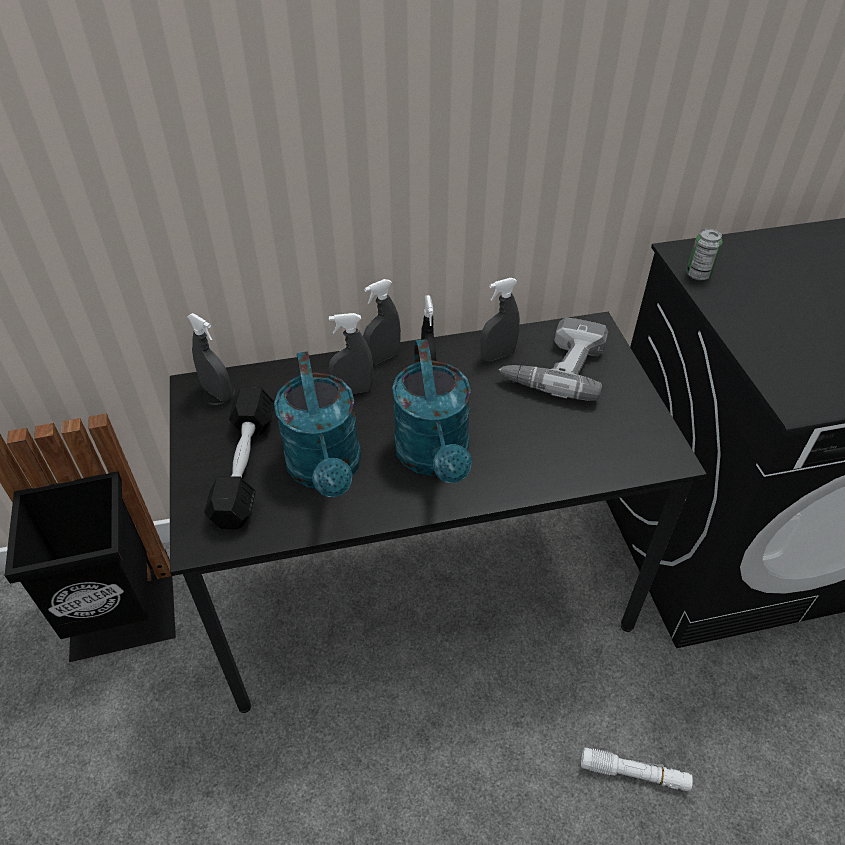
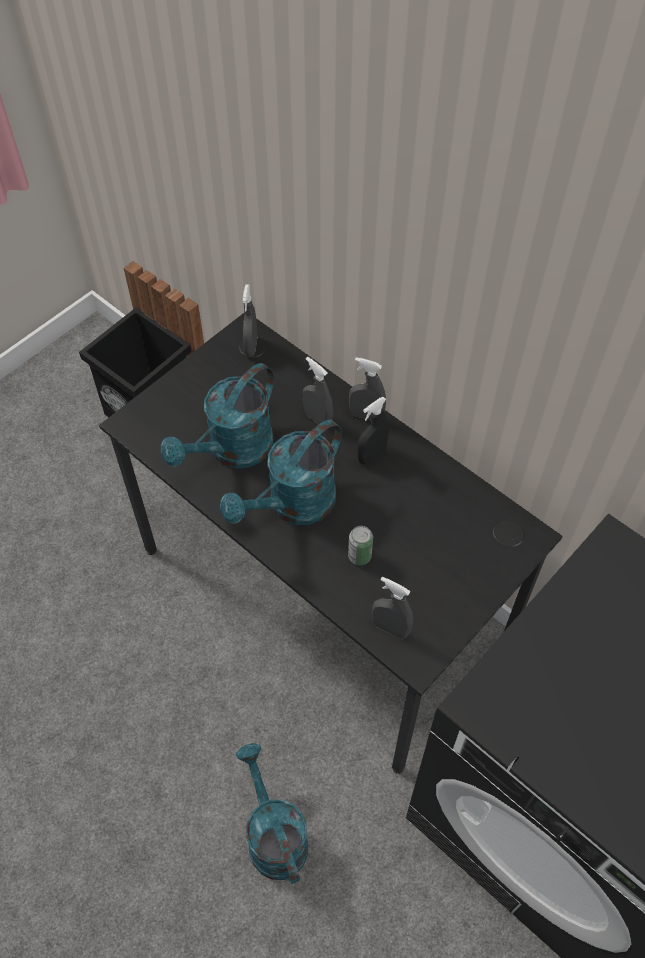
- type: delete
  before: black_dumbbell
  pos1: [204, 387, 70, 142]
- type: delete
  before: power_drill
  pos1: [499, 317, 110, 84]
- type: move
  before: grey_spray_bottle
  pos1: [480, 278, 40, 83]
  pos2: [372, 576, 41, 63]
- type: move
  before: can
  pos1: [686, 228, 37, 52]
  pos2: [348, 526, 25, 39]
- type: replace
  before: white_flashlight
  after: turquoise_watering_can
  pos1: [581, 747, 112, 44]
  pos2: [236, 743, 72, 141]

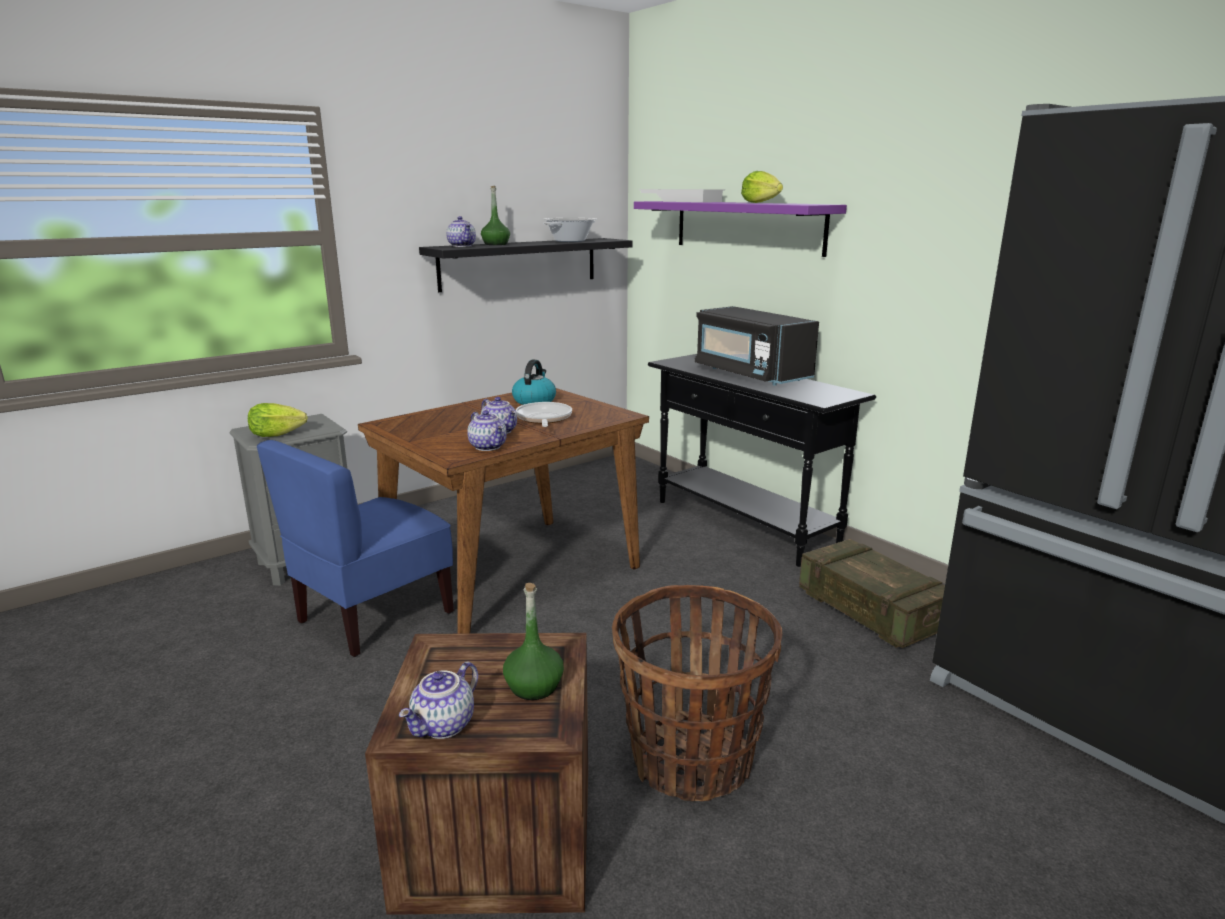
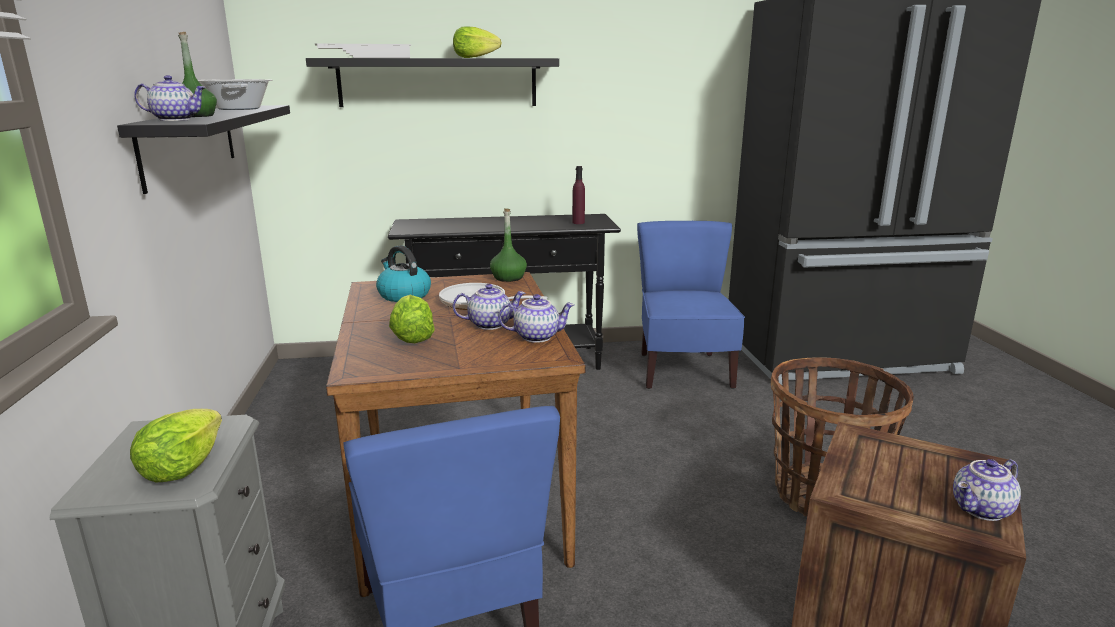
- type: delete
  before: black_microwave
  pos1: [695, 306, 124, 80]
- type: insert
  after: lettuce
  pos2: [389, 295, 46, 48]
- type: insert
  after: purple_bottle
  pos2: [572, 166, 13, 58]
- type: move
  before: green_bottle
  pos1: [503, 583, 61, 117]
  pos2: [490, 208, 37, 74]
- type: replace
  before: crate
  after: blue_chair
  pos1: [799, 539, 146, 109]
  pos2: [637, 221, 108, 168]
- type: recolor
  before: purple_shelf
  after: black_shelf
  pos1: [634, 201, 213, 56]
  pos2: [306, 58, 253, 49]
- type: rotate
  before: teapot
  pos1: [399, 661, 79, 78]
  pos2: [953, 459, 68, 62]
  turn: 90

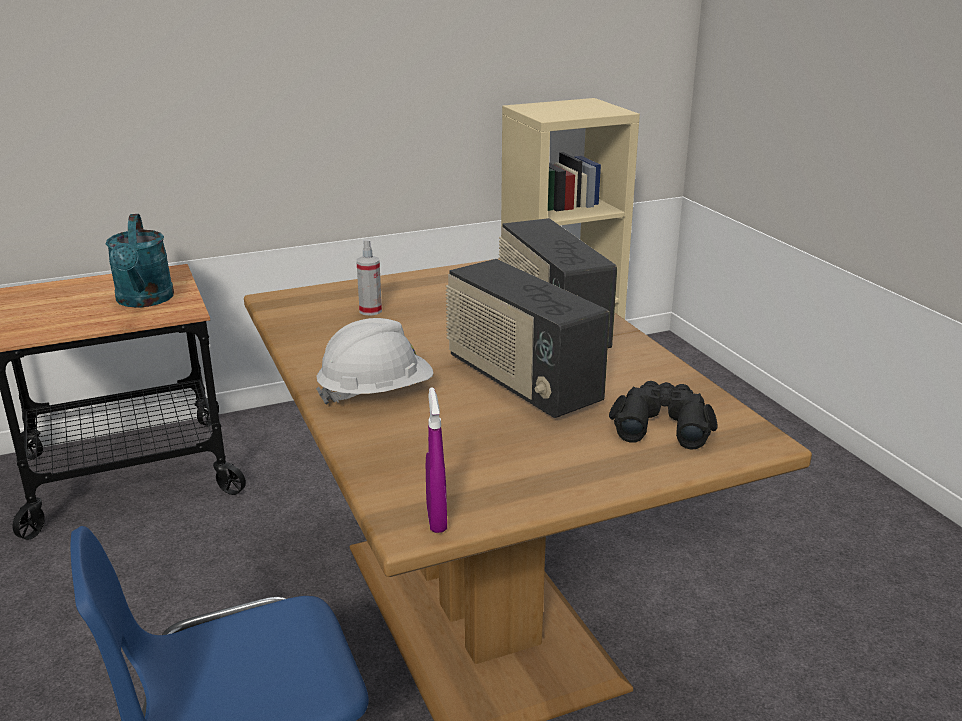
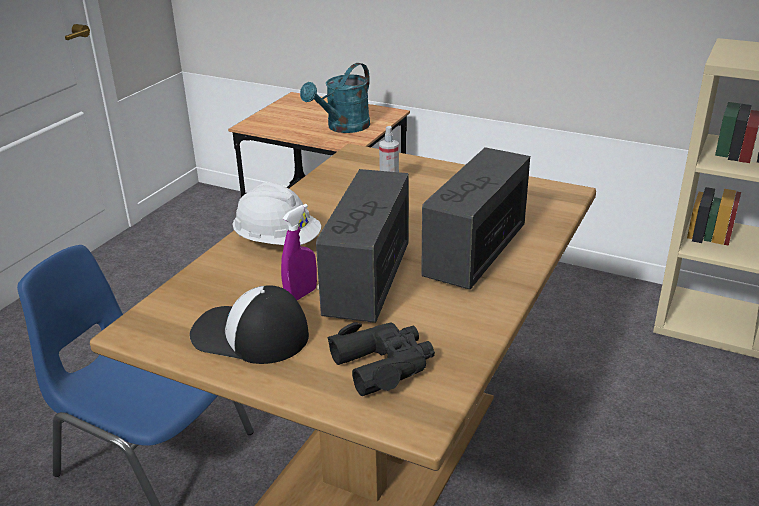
- type: insert
  after: cap
  pos2: [190, 285, 119, 79]
- type: move
  before: purple_spray_bottle
  pos1: [426, 387, 21, 146]
  pos2: [281, 204, 36, 96]

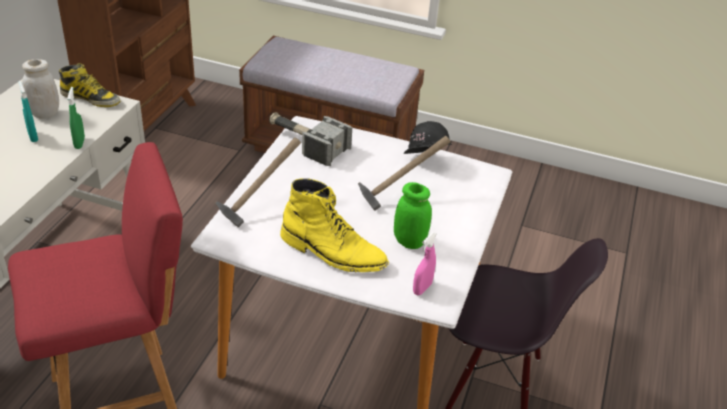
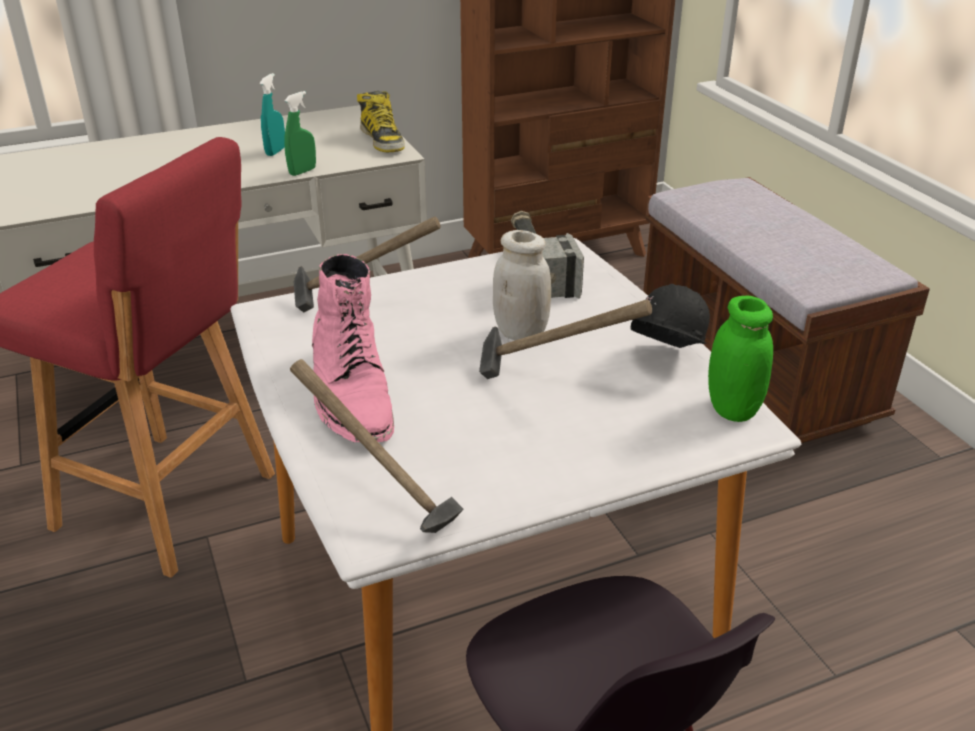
- type: move
  before: white_jar
  pos1: [22, 59, 37, 60]
  pos2: [493, 230, 58, 110]
- type: move
  before: green_jar
  pos1: [394, 182, 38, 67]
  pos2: [708, 296, 65, 126]
- type: replace
  before: pink_spray_bottle
  after: hammer
  pos1: [413, 232, 23, 63]
  pos2: [290, 359, 174, 174]
- type: recolor
  before: yellow_boot
  after: pink_boot
  pos1: [280, 179, 109, 93]
  pos2: [312, 254, 82, 189]

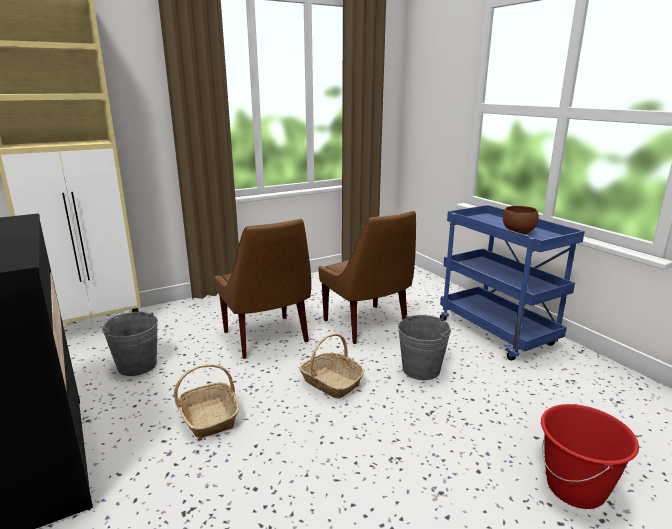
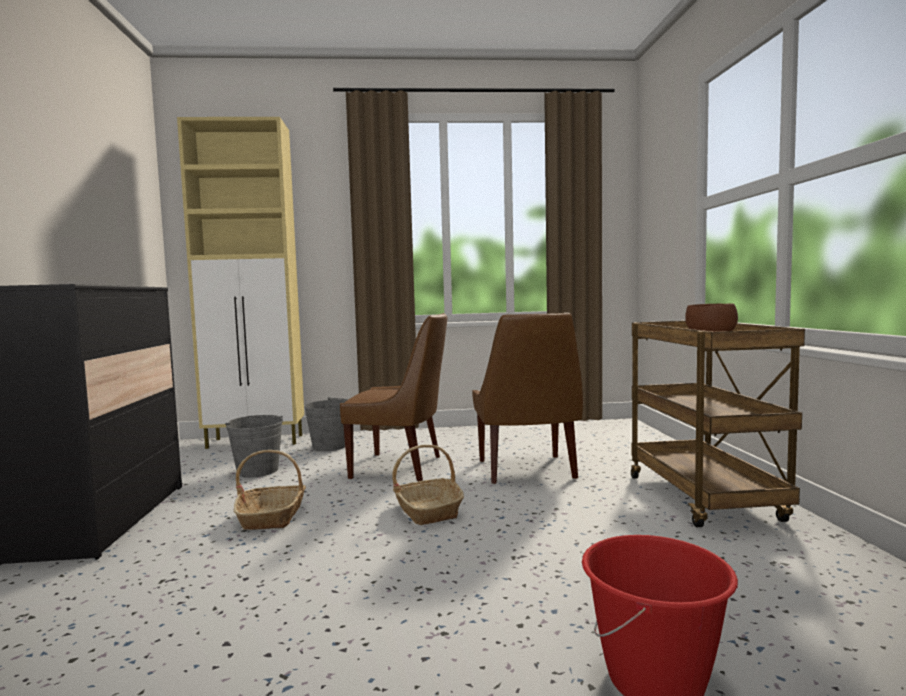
- type: move
  before: grey_bucket
  pos1: [398, 315, 53, 65]
  pos2: [304, 397, 44, 54]
- type: recolor
  before: blue_cart
  after: brown_cart
  pos1: [440, 205, 145, 156]
  pos2: [631, 321, 174, 206]
- type: rotate
  before: brown_chair
  pos1: [214, 219, 97, 140]
  pos2: [340, 313, 108, 168]
  turn: -75

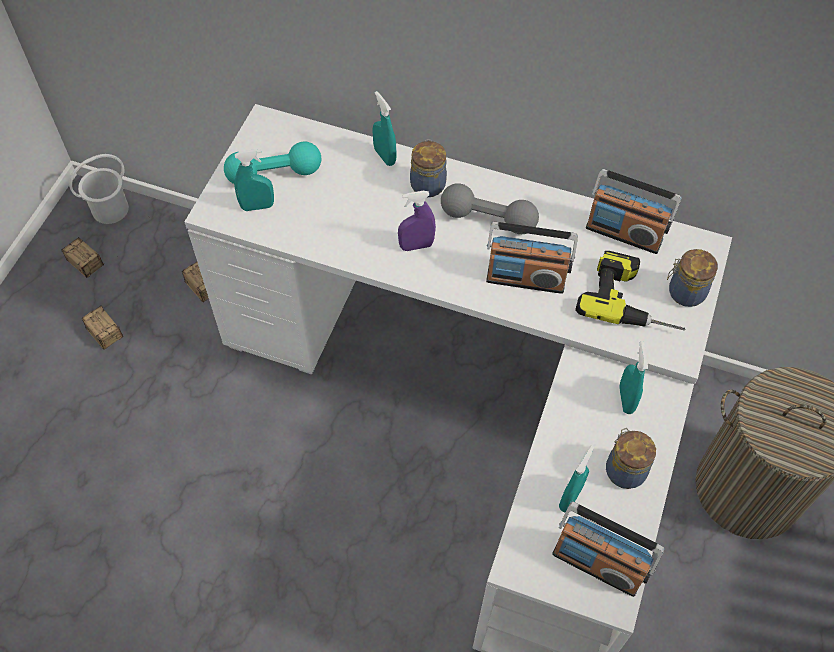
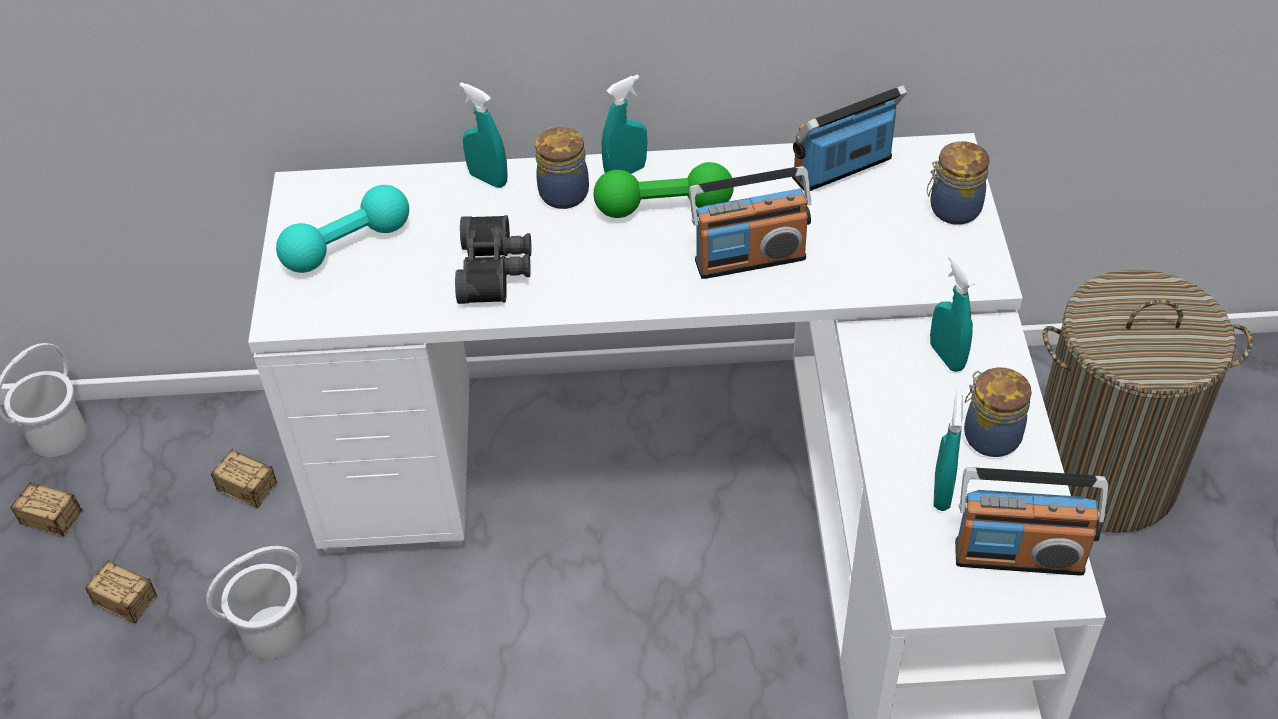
- type: delete
  before: purple_spray_bottle
  pos1: [398, 191, 38, 60]
- type: delete
  before: power_drill
  pos1: [575, 251, 110, 80]
- type: insert
  after: white_bucket
  pos2: [206, 546, 99, 113]
- type: insert
  after: black_binoculars
  pos2: [455, 215, 76, 89]
- type: move
  before: turquoise_spray_bottle
  pos1: [234, 149, 40, 62]
  pos2: [602, 74, 45, 100]
- type: recolor
  before: grey_dumbbell
  after: green_dumbbell
  pos1: [441, 183, 98, 51]
  pos2: [593, 162, 141, 56]
- type: rotate
  before: radio
  pos1: [586, 169, 95, 85]
  pos2: [792, 85, 115, 106]
  turn: 150

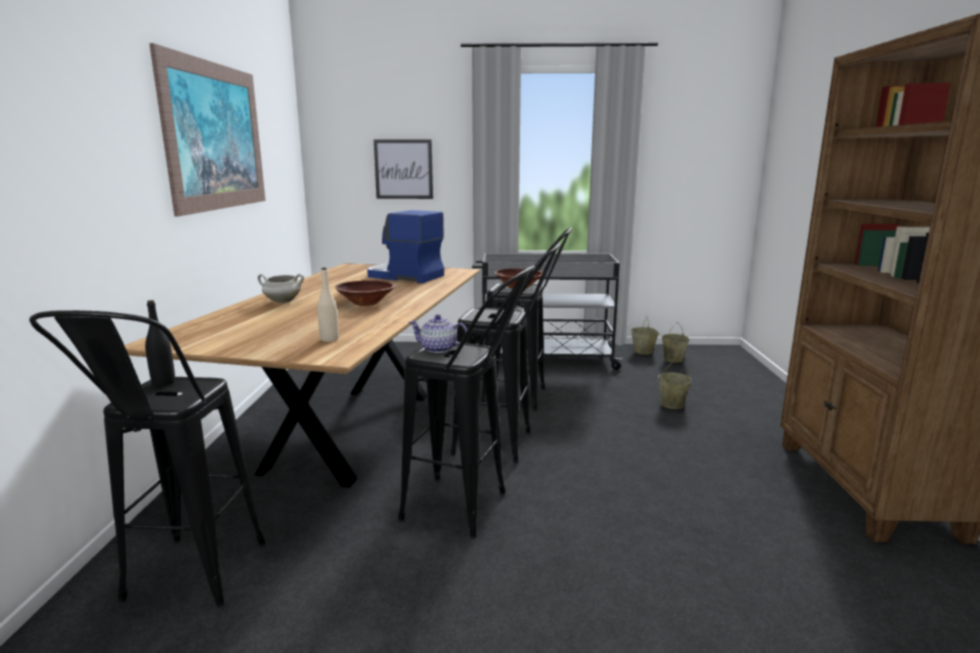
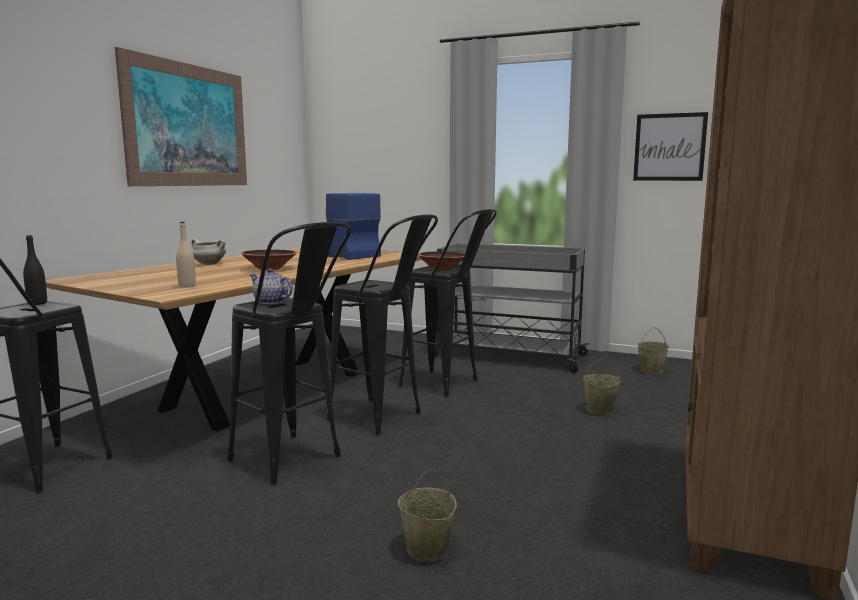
- type: move
  before: picture
  pos1: [374, 139, 59, 60]
  pos2: [633, 112, 75, 69]
- type: move
  before: beige_bucket
  pos1: [631, 318, 28, 37]
  pos2: [398, 469, 59, 93]

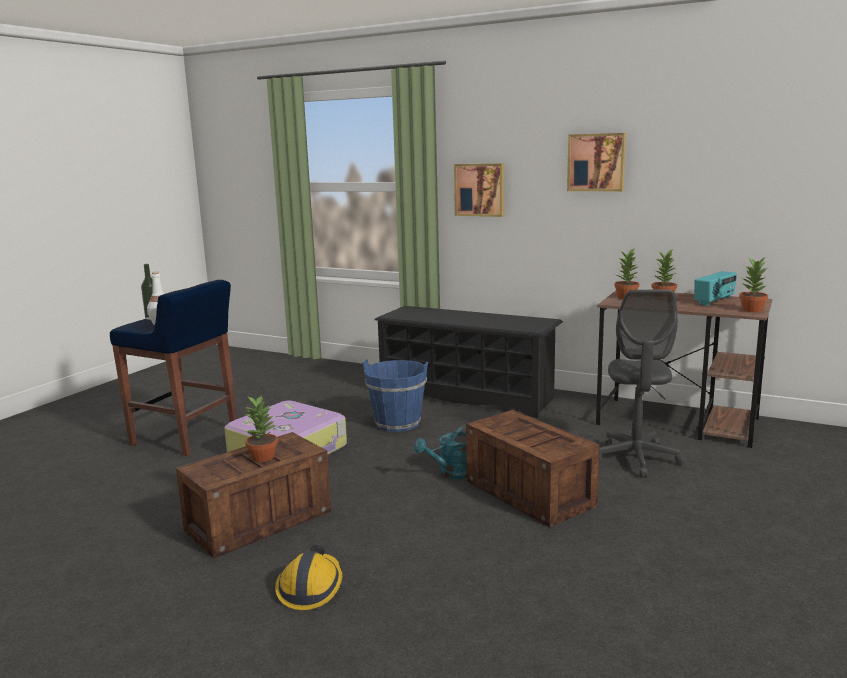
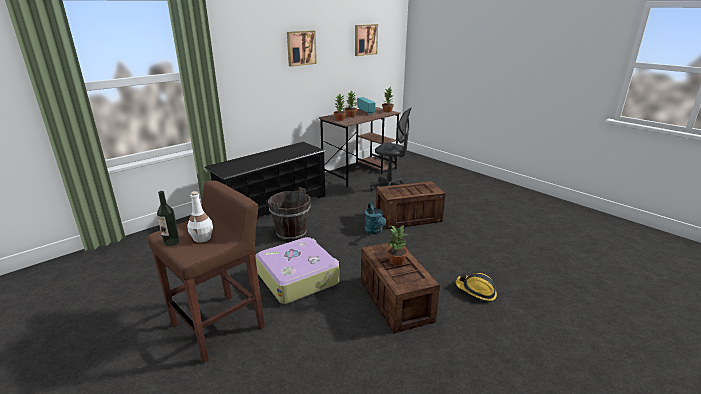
- type: move
  before: picture
  pos1: [454, 163, 50, 54]
  pos2: [355, 24, 23, 32]
- type: recolor
  before: blue_stool
  after: brown_stool
  pos1: [110, 280, 127, 176]
  pos2: [148, 181, 117, 182]
- type: recolor
  before: blue_bucket
  after: brown_bucket
  pos1: [363, 359, 65, 73]
  pos2: [268, 187, 43, 54]

